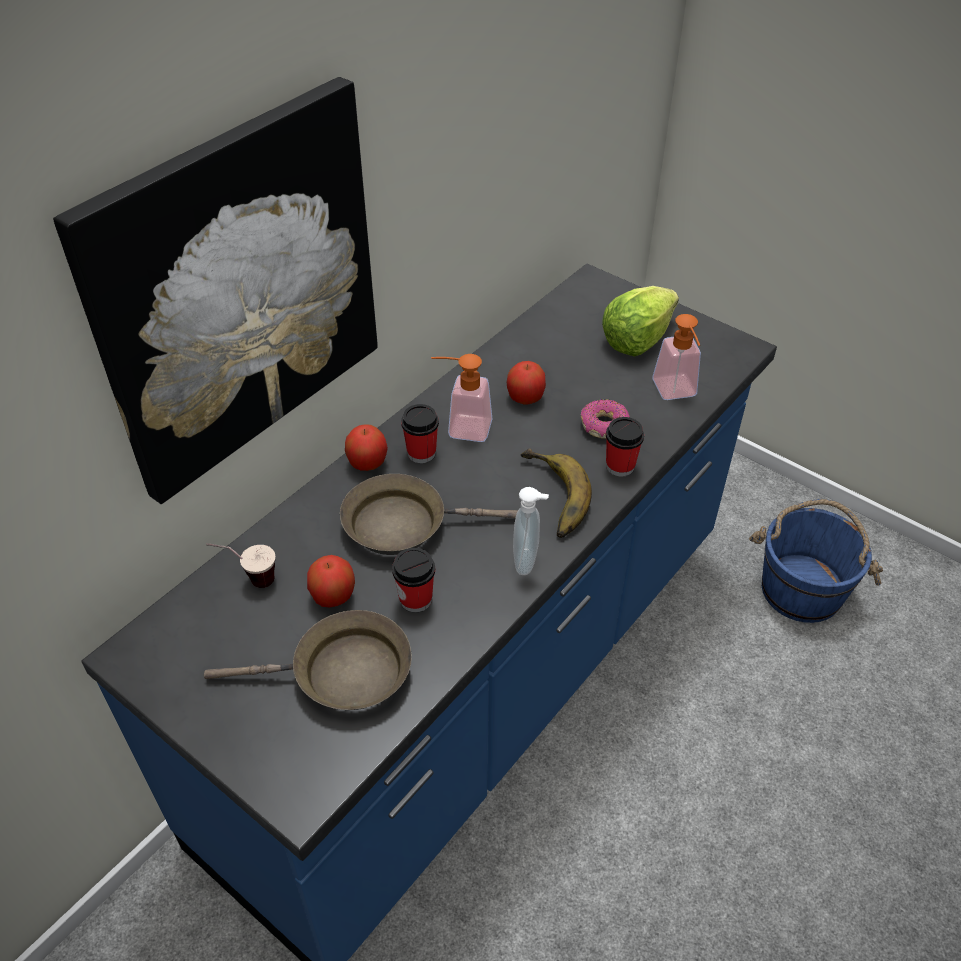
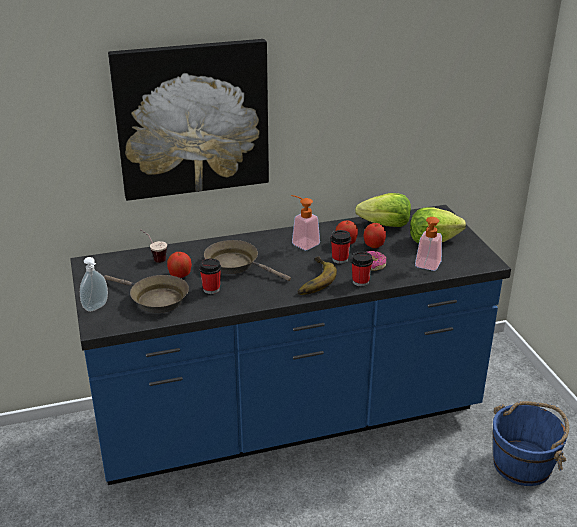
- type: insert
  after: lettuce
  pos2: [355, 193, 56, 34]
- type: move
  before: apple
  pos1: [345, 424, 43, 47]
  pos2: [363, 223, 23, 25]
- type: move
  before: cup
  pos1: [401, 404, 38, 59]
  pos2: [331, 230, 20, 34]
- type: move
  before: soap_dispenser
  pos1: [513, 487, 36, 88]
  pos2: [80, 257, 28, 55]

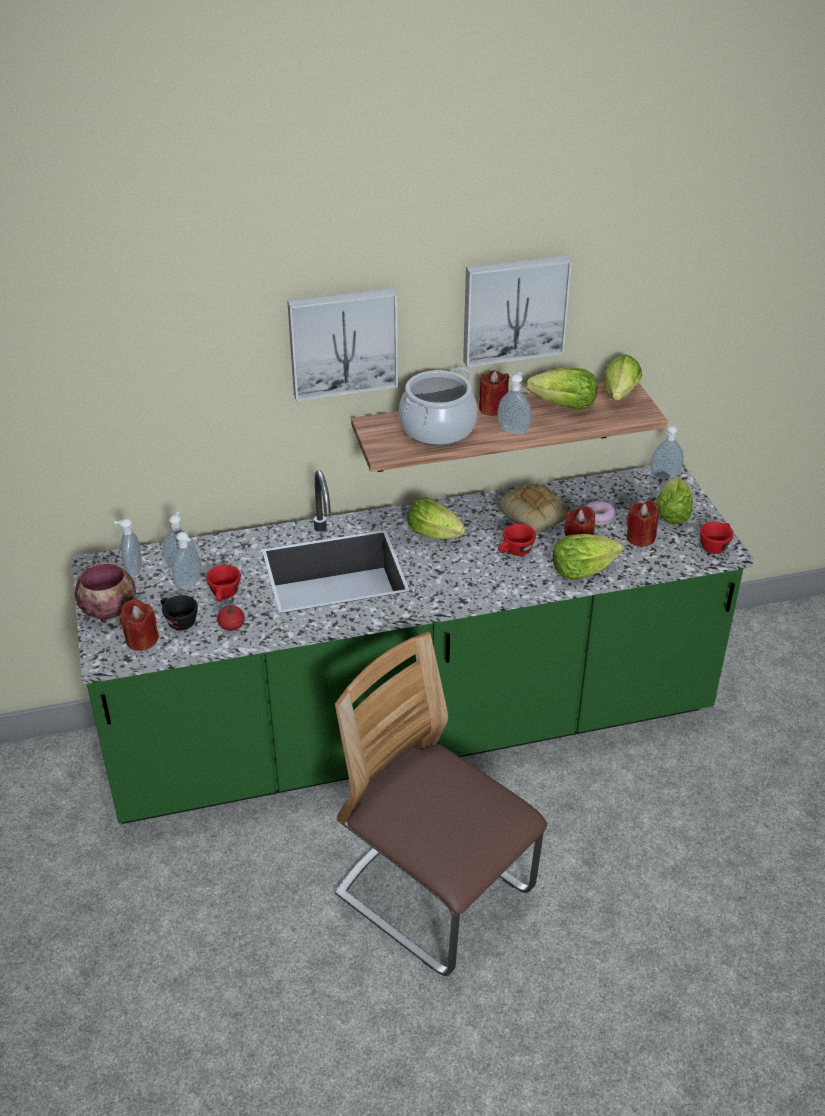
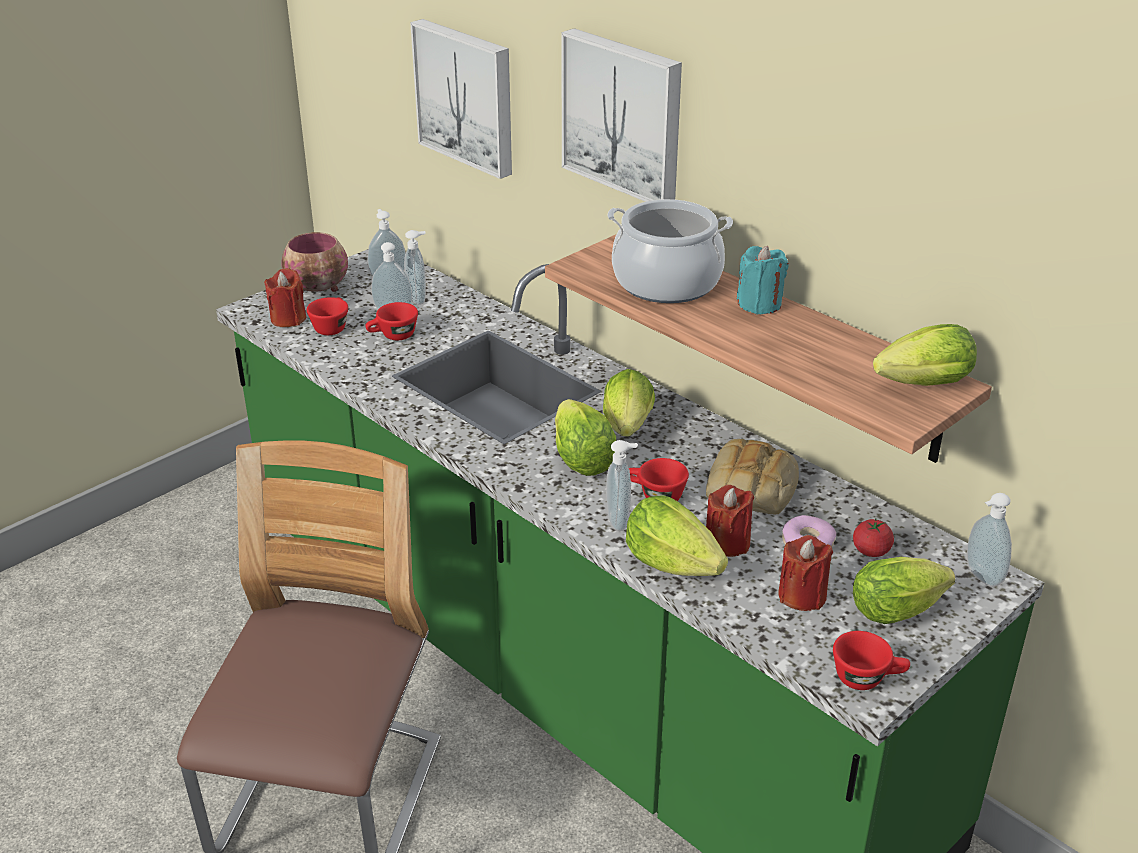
- type: move
  before: tomato
  pos1: [217, 605, 28, 26]
  pos2: [853, 519, 41, 38]
- type: move
  before: picture
  pos1: [463, 255, 109, 112]
  pos2: [410, 19, 102, 160]
- type: move
  before: soap_dispenser
  pos1: [497, 372, 34, 63]
  pos2: [606, 440, 32, 91]
- type: move
  before: lettuce
  pos1: [527, 367, 70, 43]
  pos2: [555, 399, 61, 77]
- type: recolor
  before: black_cup
  after: red_cup
  pos1: [161, 595, 37, 35]
  pos2: [307, 297, 41, 38]
- type: recolor
  before: red_candle
  after: turquoise_candle
  pos1: [479, 370, 31, 46]
  pos2: [737, 246, 51, 68]

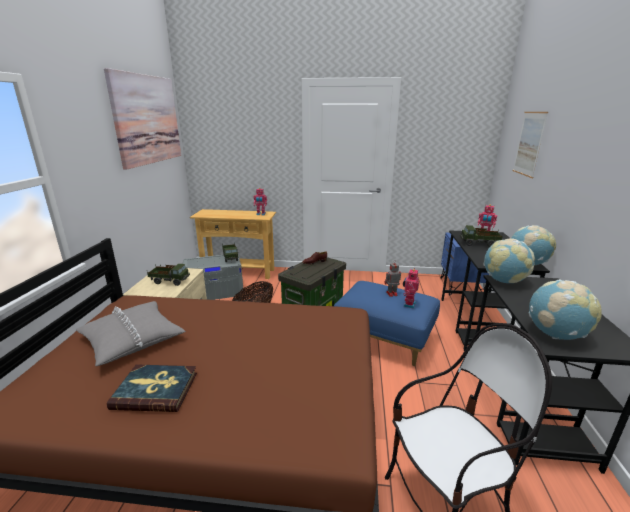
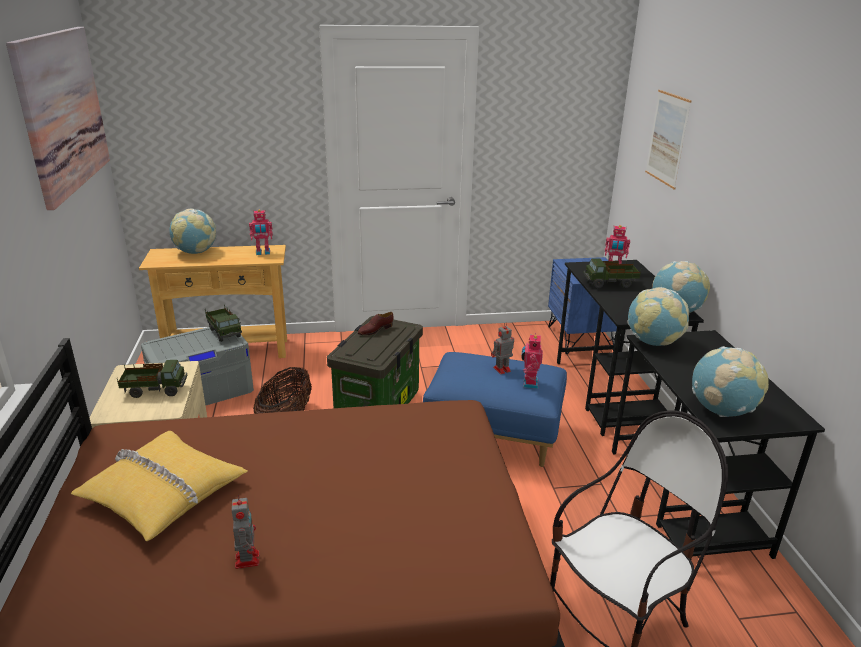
- type: insert
  after: globe
  pos2: [169, 208, 47, 46]
- type: replace
  before: book
  after: toy_robot
  pos1: [107, 364, 90, 48]
  pos2: [232, 495, 27, 74]
- type: recolor
  before: grey_pillow
  after: yellow_pillow
  pos1: [76, 301, 110, 65]
  pos2: [71, 431, 177, 110]

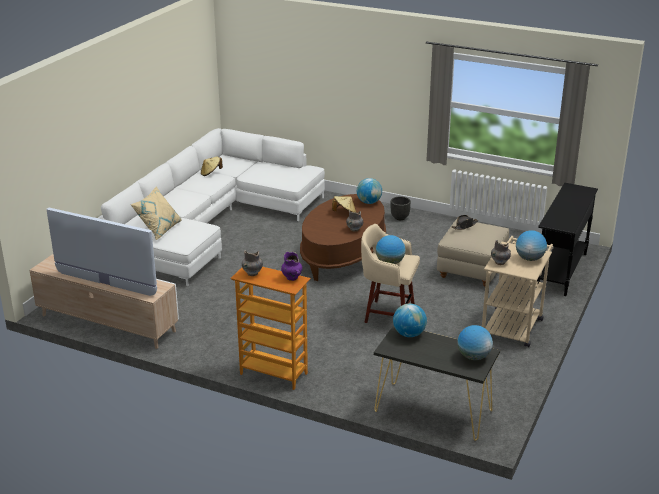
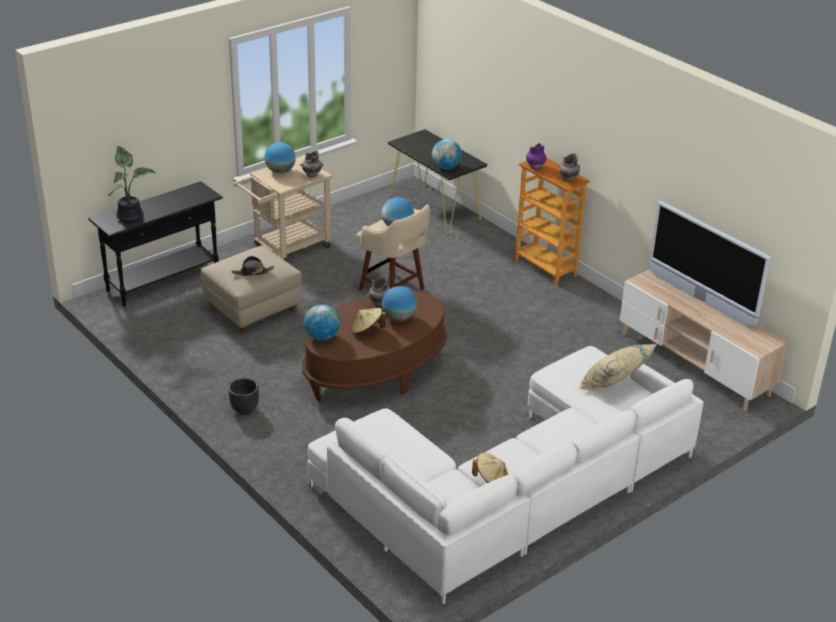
- type: insert
  after: potted_plant
  pos2: [108, 146, 48, 77]
- type: move
  before: globe
  pos1: [457, 325, 36, 35]
  pos2: [382, 286, 35, 35]

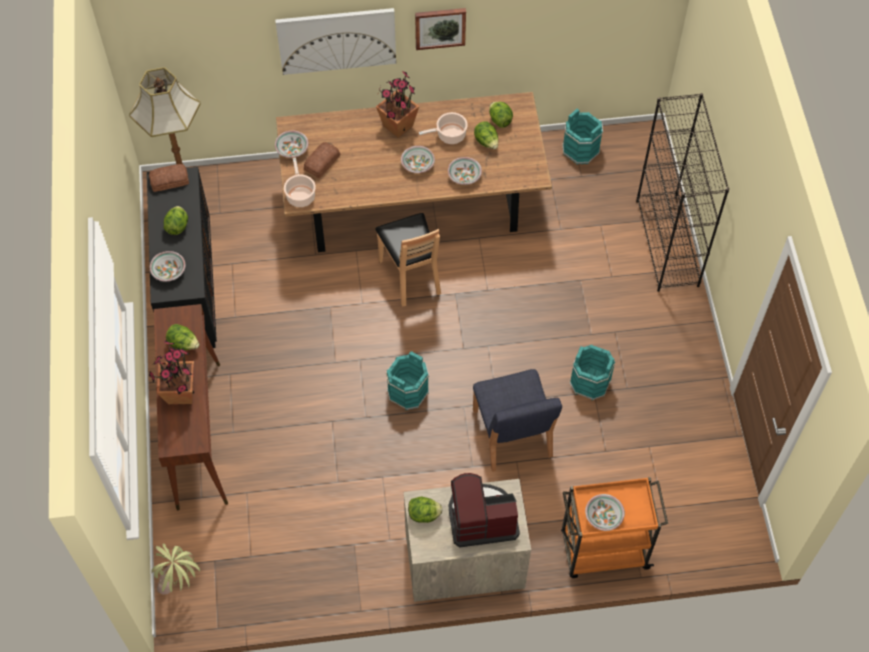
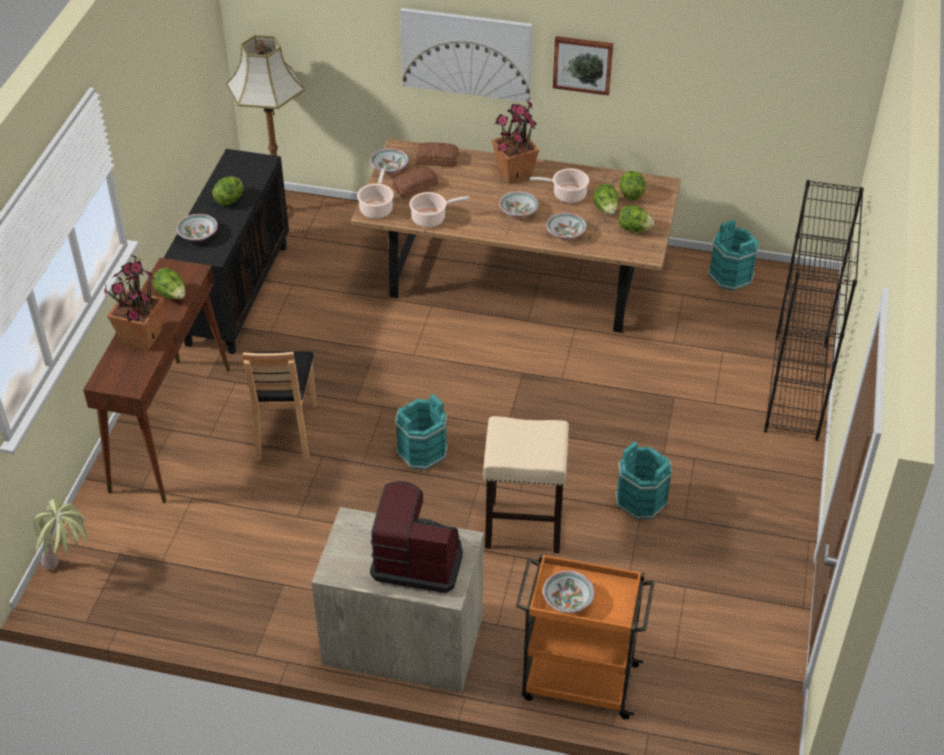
- type: insert
  after: cooking_pot
  pos2: [409, 192, 60, 35]
- type: move
  before: bread
  pos1: [149, 164, 40, 28]
  pos2: [416, 142, 42, 25]
- type: move
  before: brown_chair
  pos1: [375, 213, 66, 94]
  pos2: [243, 351, 74, 109]
- type: move
  before: lettuce
  pos1: [408, 496, 35, 27]
  pos2: [619, 205, 35, 28]
- type: replace
  before: blue_chair
  after: beige_stool
  pos1: [473, 369, 89, 103]
  pos2: [483, 416, 86, 137]

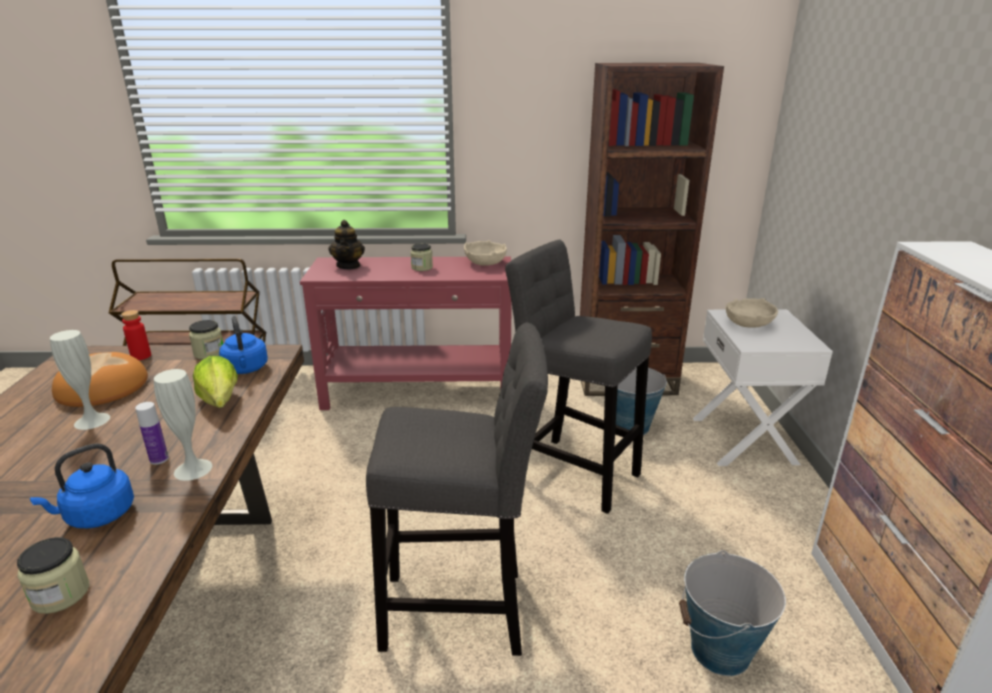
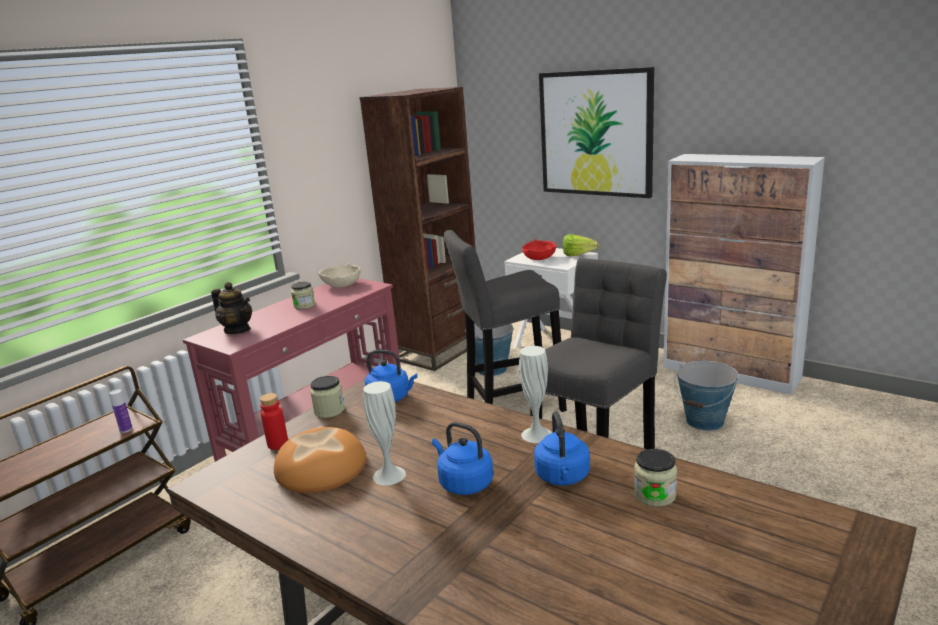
- type: insert
  after: blue_kettle
  pos2: [432, 422, 61, 73]
- type: insert
  after: picture
  pos2: [539, 67, 115, 131]
- type: move
  before: bottle
  pos1: [135, 402, 34, 63]
  pos2: [109, 389, 24, 44]
- type: move
  before: lettuce
  pos1: [193, 356, 45, 52]
  pos2: [563, 234, 36, 22]
- type: recolor
  before: beige_bowl
  after: red_bowl
  pos1: [726, 298, 52, 30]
  pos2: [522, 239, 34, 21]

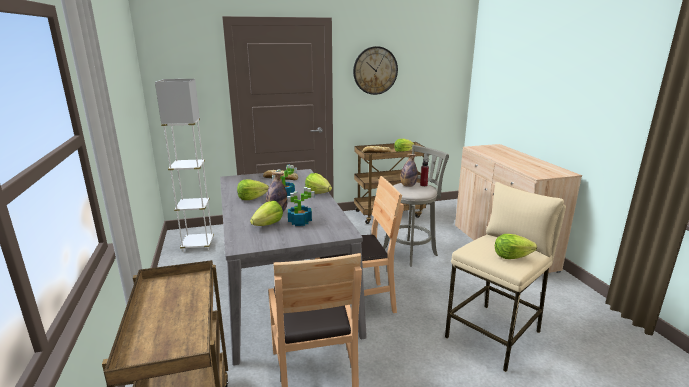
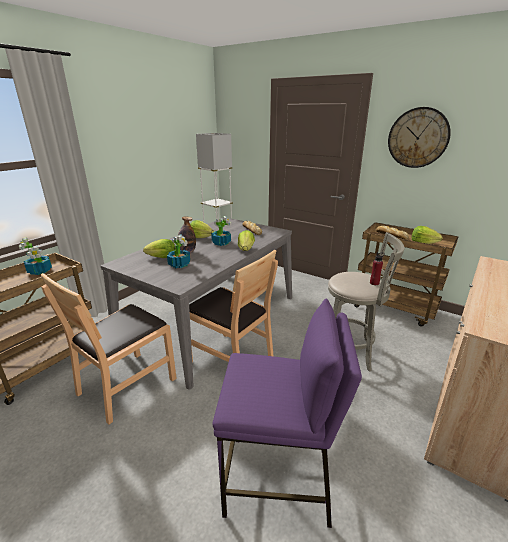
- type: delete
  before: bottle
  pos1: [400, 154, 18, 33]
- type: delete
  before: lettuce
  pos1: [495, 234, 42, 25]
- type: insert
  after: potted_plant
  pos2: [19, 237, 33, 38]
- type: recolor
  before: beige_stool
  after: purple_stool
  pos1: [445, 182, 121, 190]
  pos2: [212, 299, 150, 229]

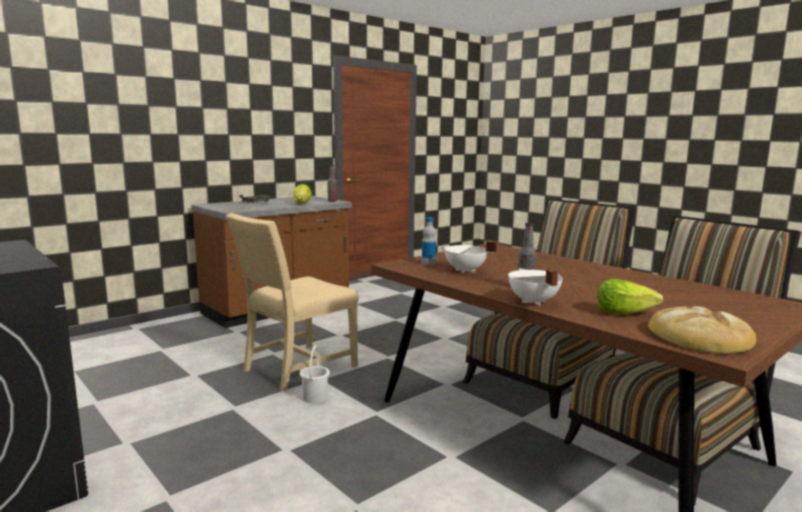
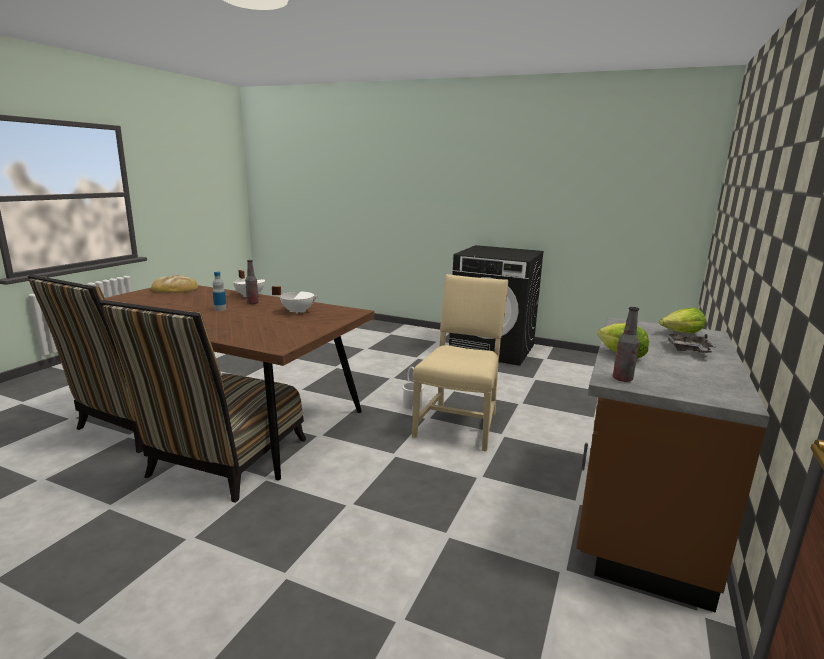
- type: move
  before: bottle
  pos1: [422, 217, 14, 48]
  pos2: [213, 272, 13, 39]
- type: move
  before: lettuce
  pos1: [597, 279, 67, 35]
  pos2: [659, 308, 46, 25]

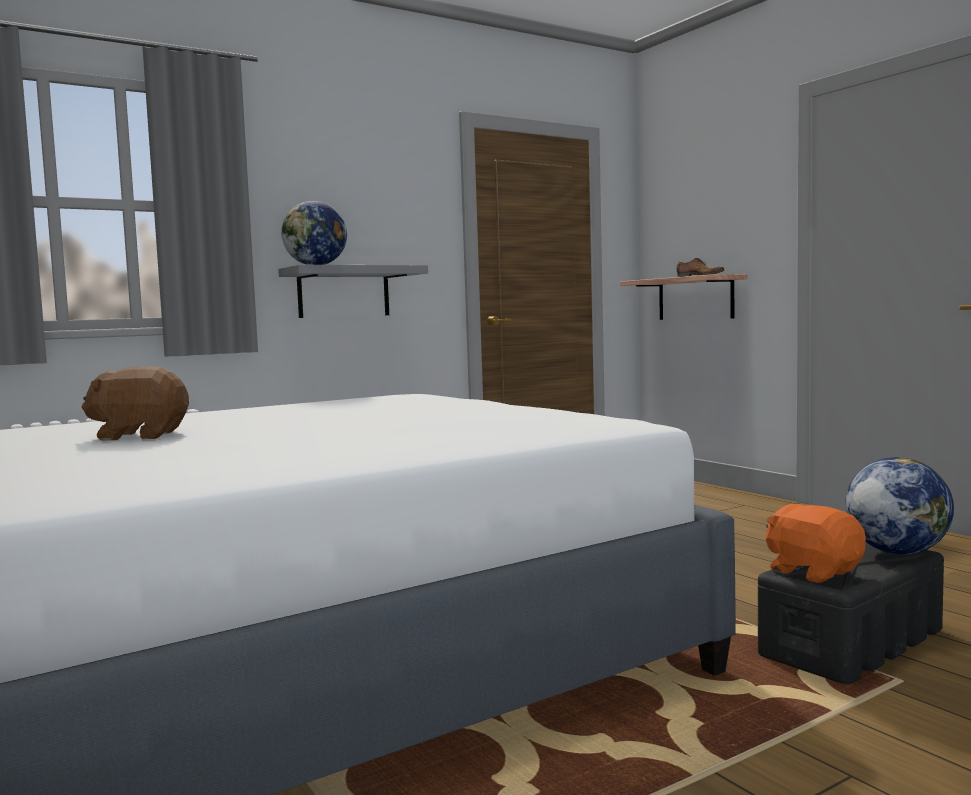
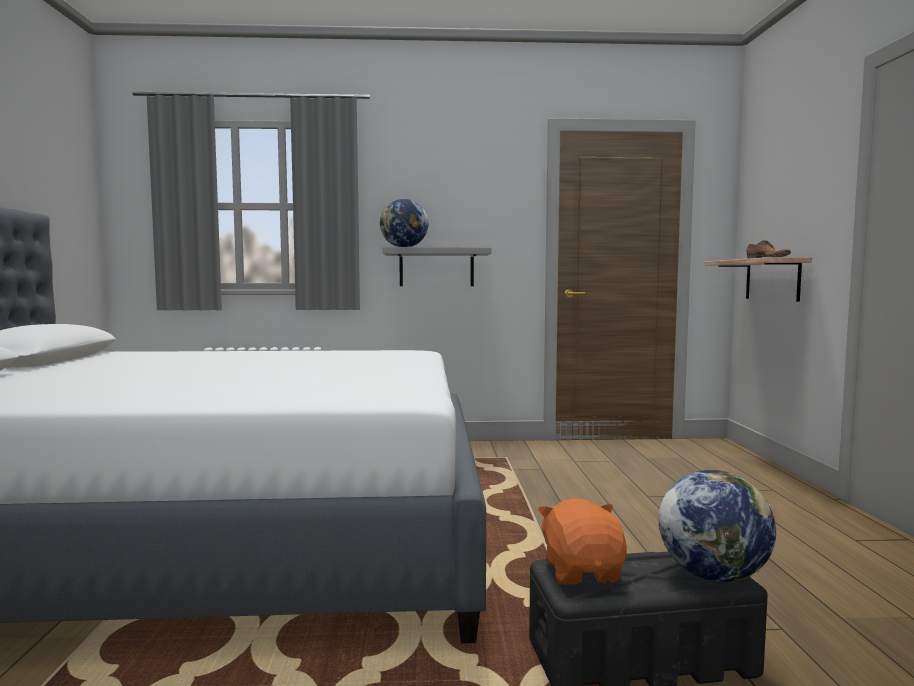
- type: delete
  before: brown_plush_toy
  pos1: [82, 366, 107, 75]

